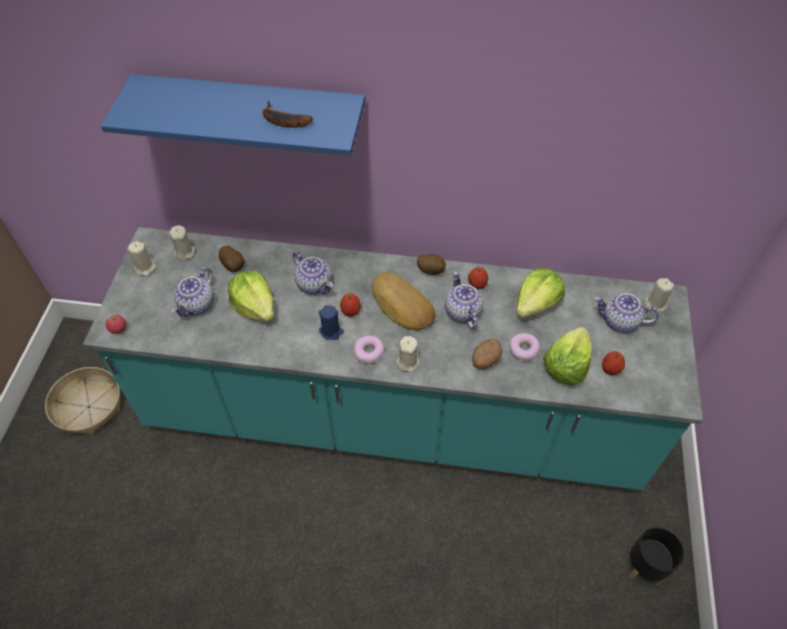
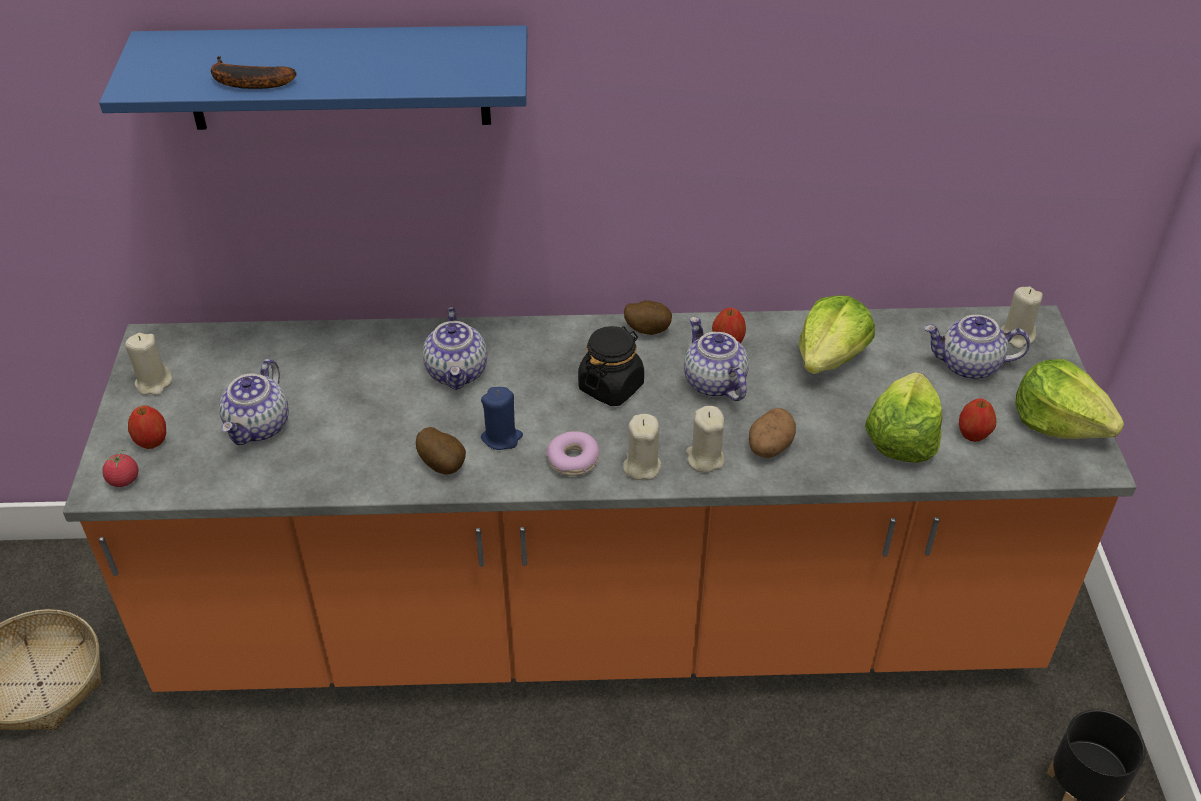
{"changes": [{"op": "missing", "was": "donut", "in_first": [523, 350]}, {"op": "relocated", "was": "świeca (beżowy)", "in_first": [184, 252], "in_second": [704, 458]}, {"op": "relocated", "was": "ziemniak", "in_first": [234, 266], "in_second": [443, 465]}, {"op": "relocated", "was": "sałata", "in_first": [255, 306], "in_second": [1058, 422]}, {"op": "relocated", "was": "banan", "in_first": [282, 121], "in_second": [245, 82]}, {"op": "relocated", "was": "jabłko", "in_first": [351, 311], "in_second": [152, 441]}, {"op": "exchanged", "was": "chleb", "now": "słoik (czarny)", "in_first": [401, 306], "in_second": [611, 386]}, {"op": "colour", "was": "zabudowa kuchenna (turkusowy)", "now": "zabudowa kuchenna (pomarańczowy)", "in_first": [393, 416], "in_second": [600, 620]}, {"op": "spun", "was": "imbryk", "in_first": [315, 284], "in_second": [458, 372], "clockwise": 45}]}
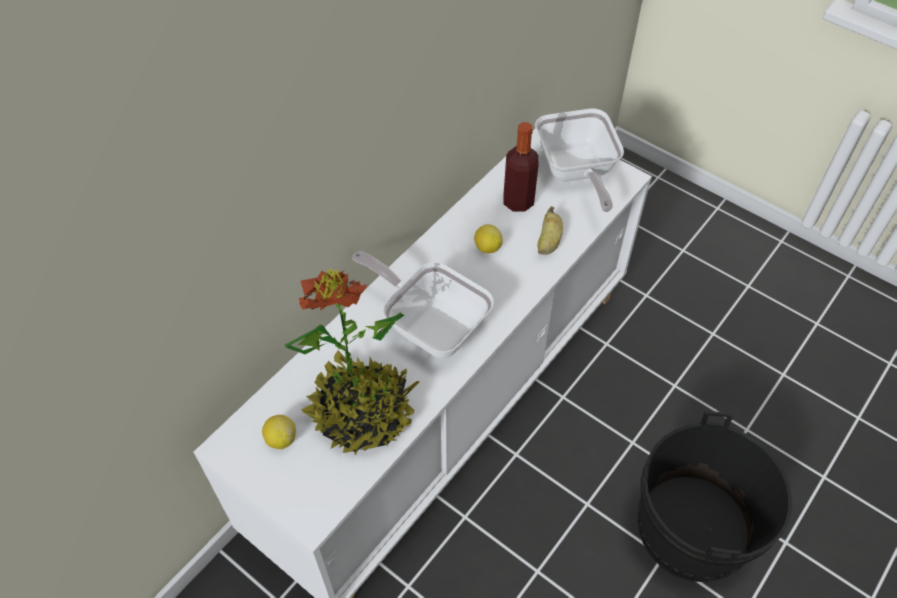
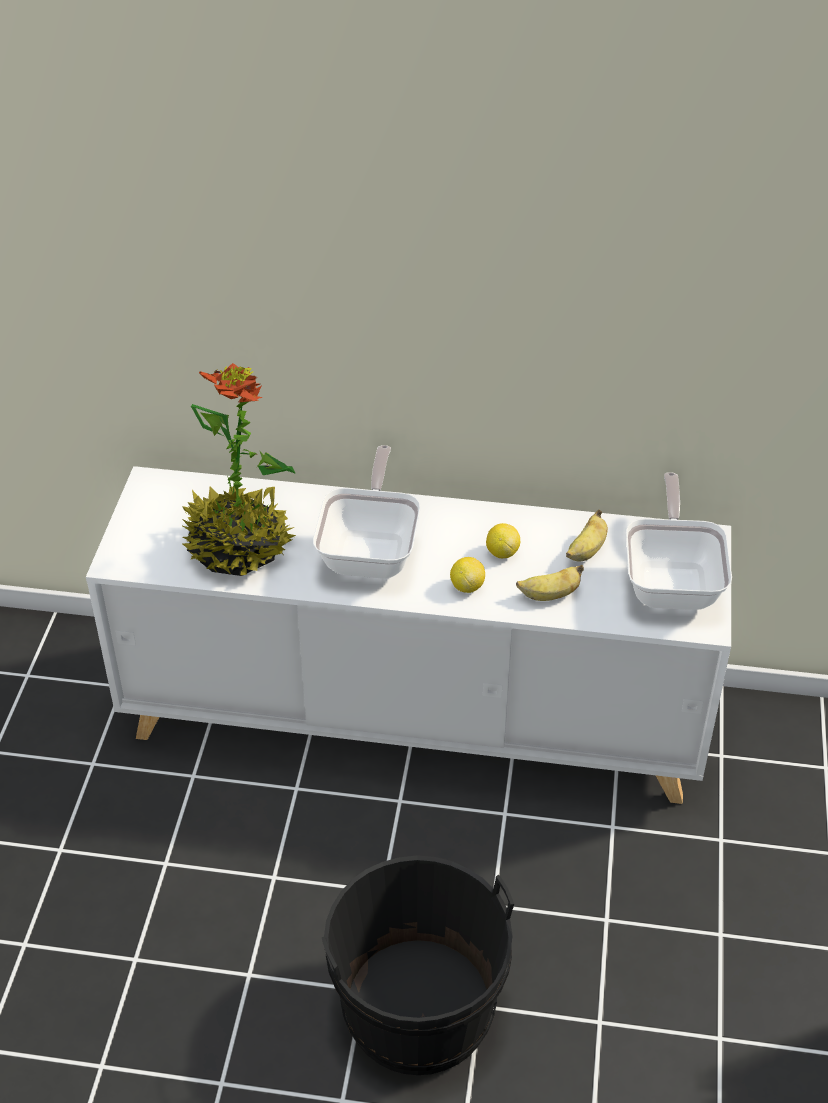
{"changes": [{"op": "relocated", "was": "cytryna", "in_first": [281, 439], "in_second": [467, 586]}, {"op": "exchanged", "was": "butelka", "now": "banan", "in_first": [518, 202], "in_second": [586, 551]}, {"op": "spun", "was": "patelnia", "in_first": [576, 173], "in_second": [672, 581], "clockwise": 135}]}
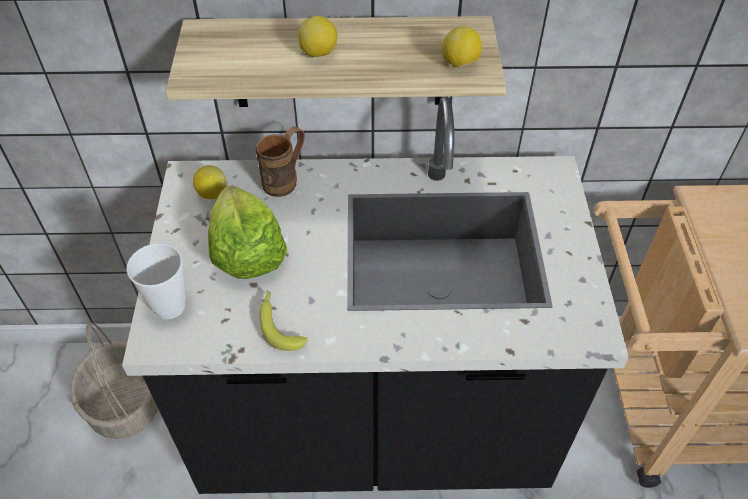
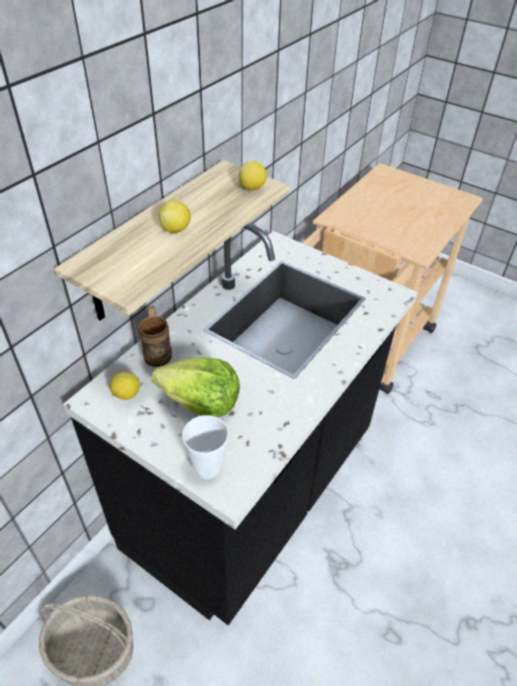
{"changes": [{"op": "missing", "was": "banan", "in_first": [279, 323]}]}
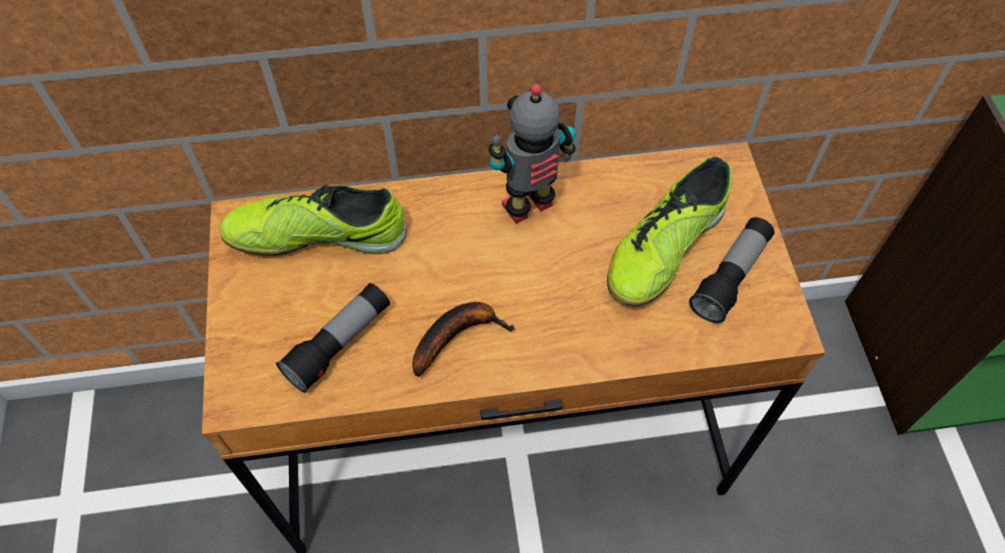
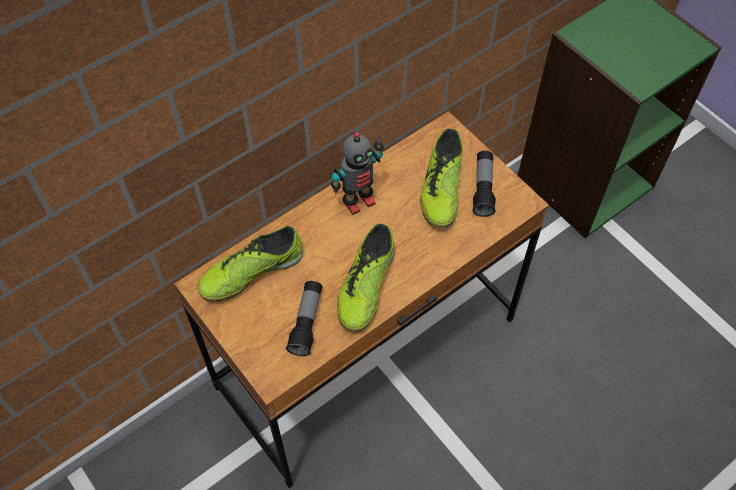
{"changes": [{"op": "exchanged", "was": "banan", "now": "but", "in_first": [457, 335], "in_second": [365, 286]}, {"op": "spun", "was": "robot zabawkowy", "in_first": [529, 208], "in_second": [358, 201], "clockwise": -150}]}
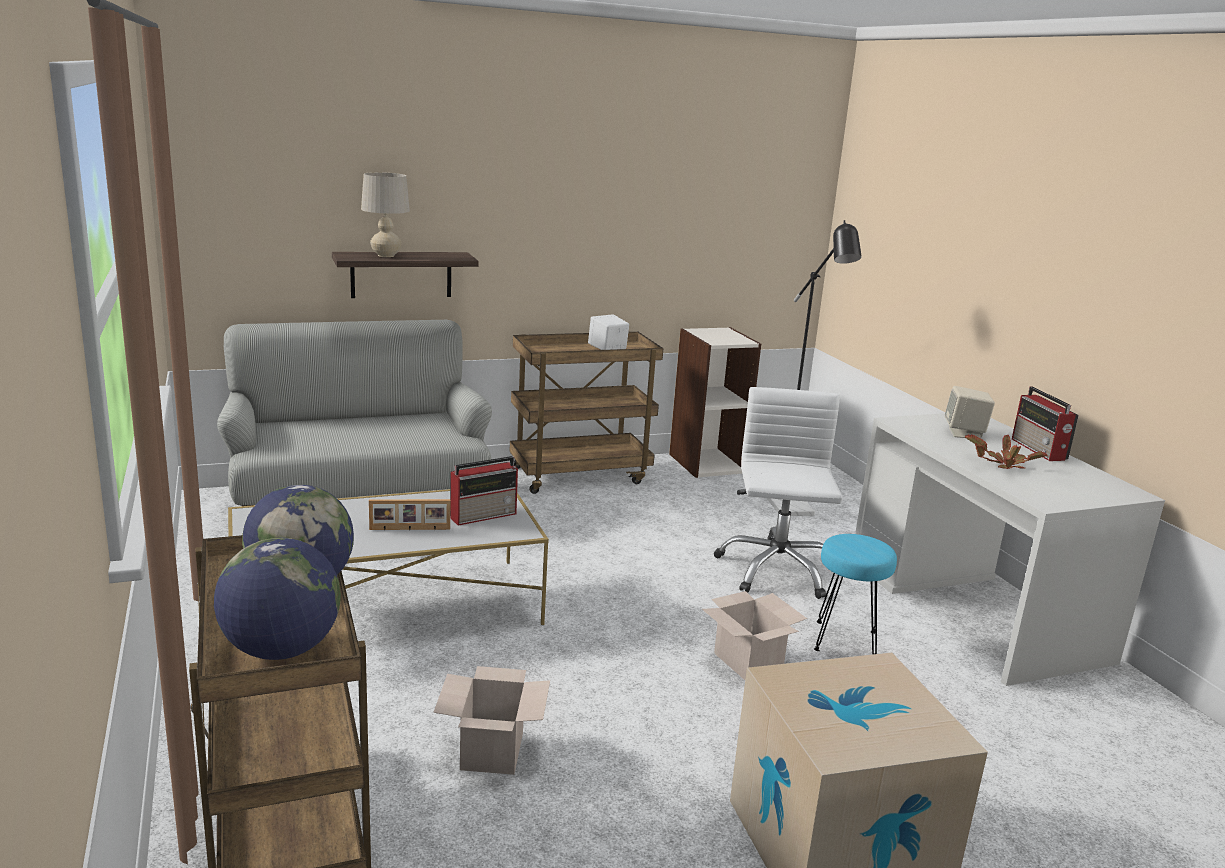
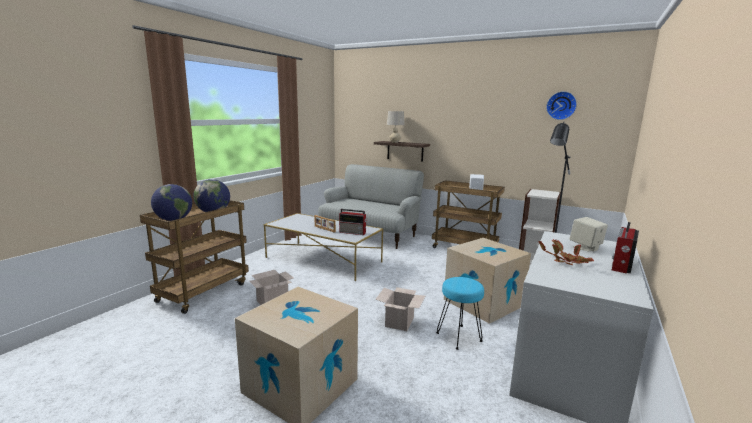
{"changes": [{"op": "appeared", "now": "zegar ścienny", "in_second": [561, 105]}, {"op": "exchanged", "was": "krzesło biurowe (biały)", "now": "karton", "in_first": [776, 570], "in_second": [483, 302]}]}
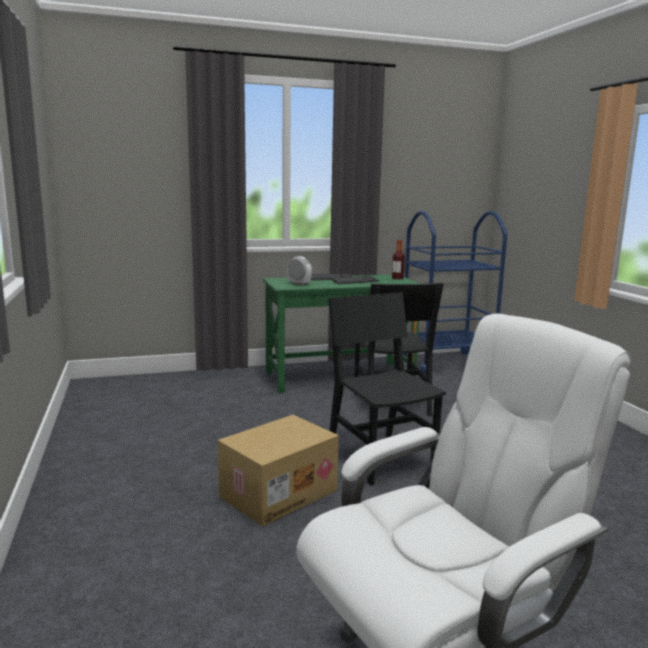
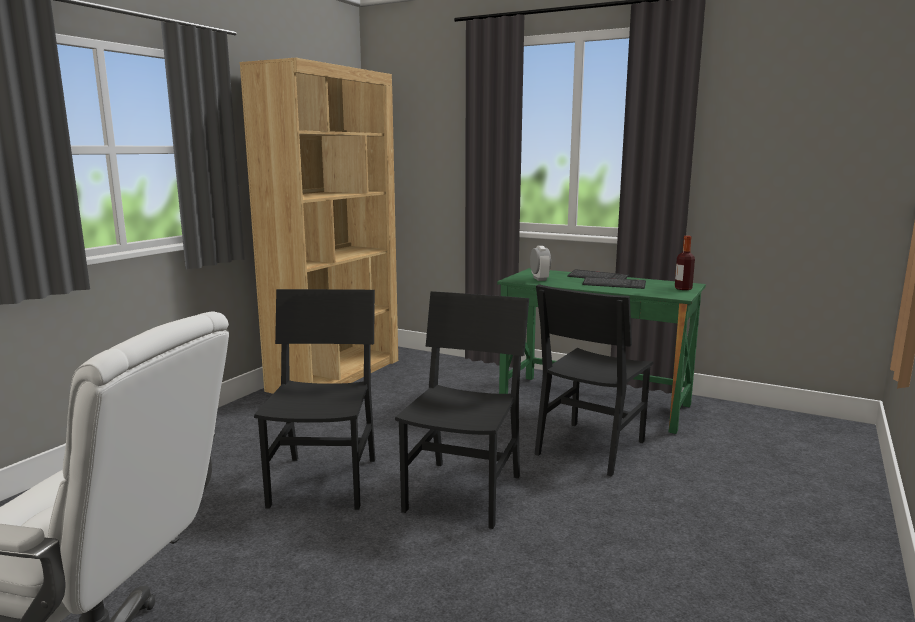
{"changes": [{"op": "missing", "was": "wózek (niebieski)", "in_first": [446, 363]}, {"op": "appeared", "now": "regał (brązowy)", "in_second": [336, 375]}, {"op": "exchanged", "was": "karton", "now": "krzesło (czarny)", "in_first": [278, 492], "in_second": [324, 482]}]}
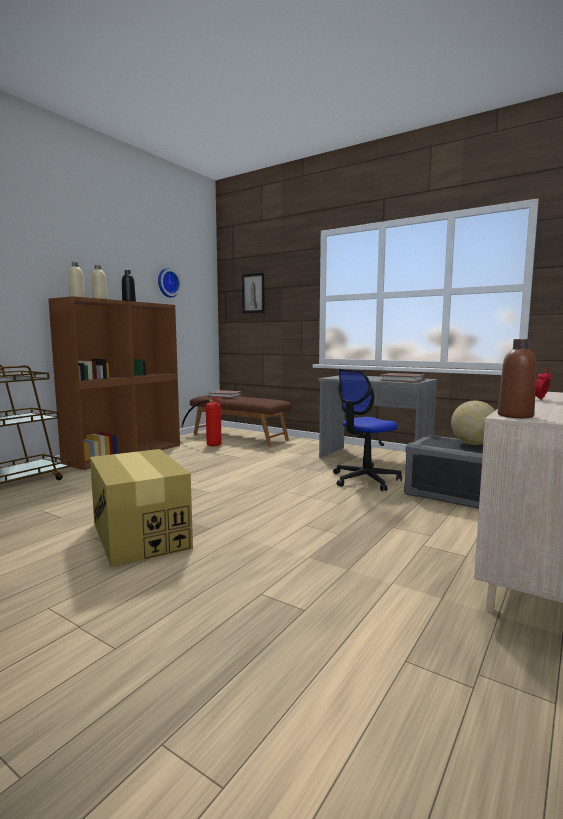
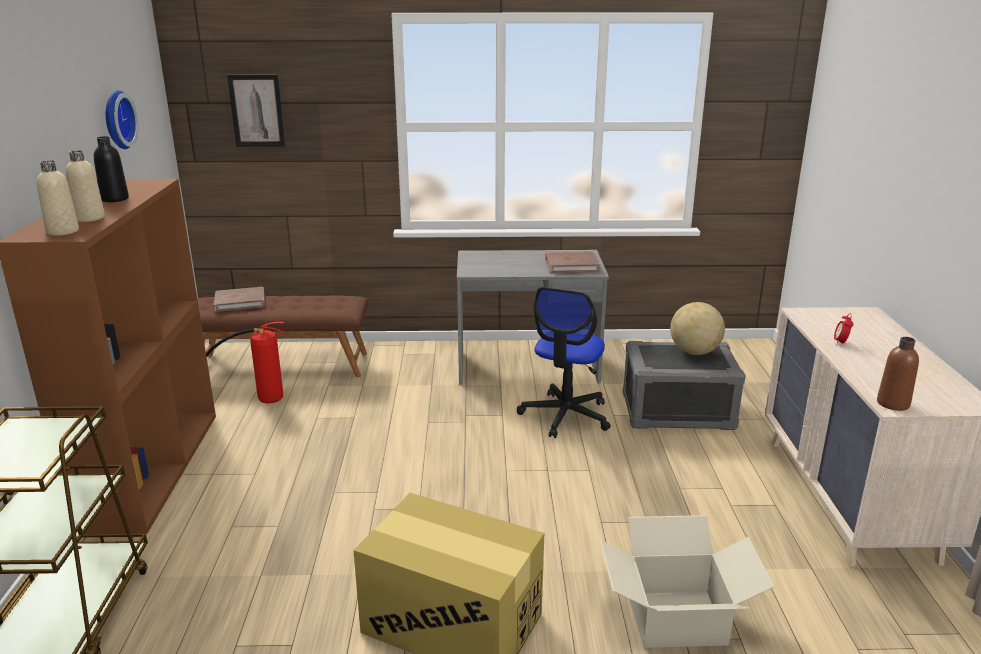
{"changes": [{"op": "appeared", "now": "karton", "in_second": [677, 619]}]}
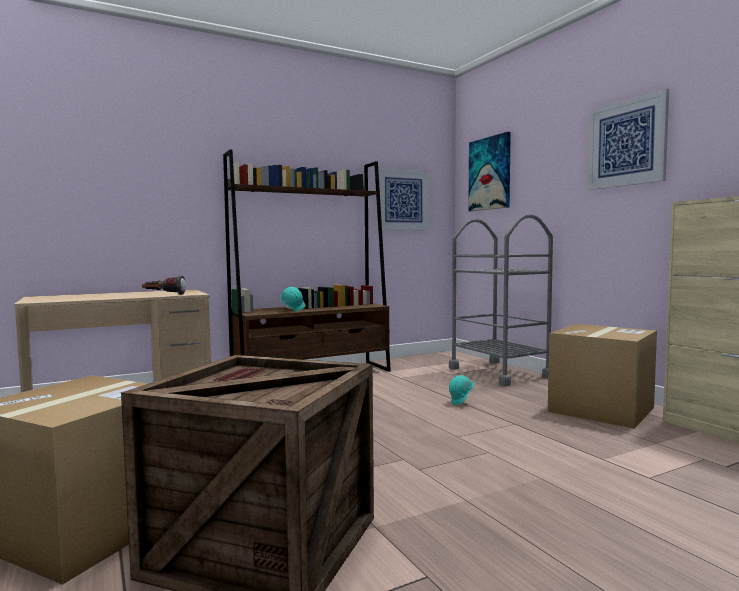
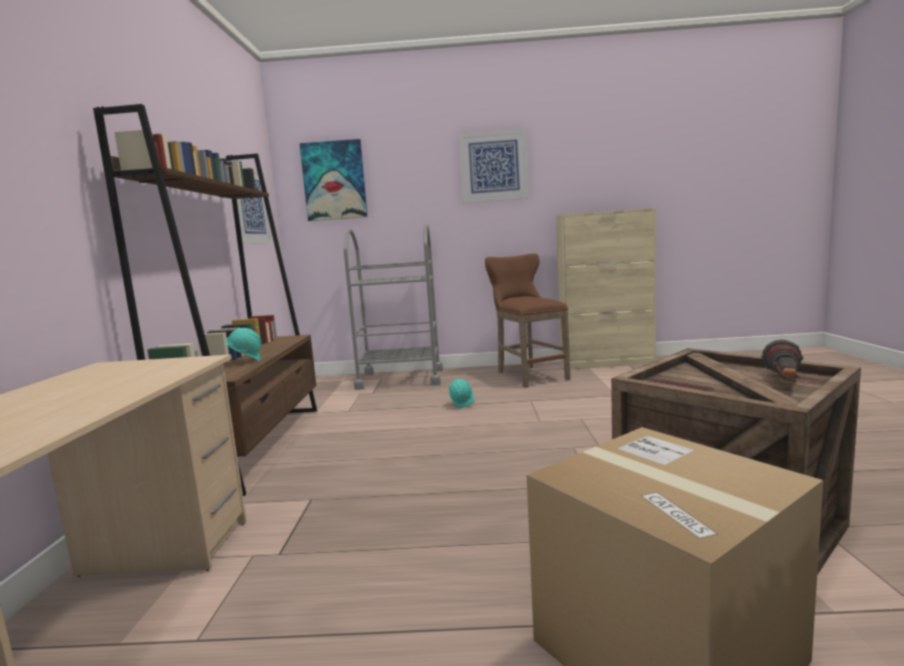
{"changes": [{"op": "relocated", "was": "latarka", "in_first": [164, 294], "in_second": [784, 382]}, {"op": "exchanged", "was": "karton", "now": "stołek (brązowy)", "in_first": [601, 409], "in_second": [528, 375]}]}
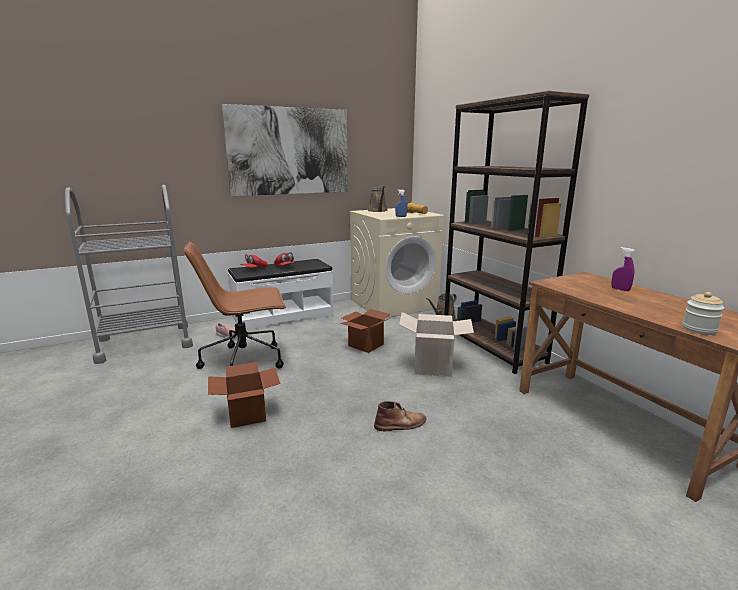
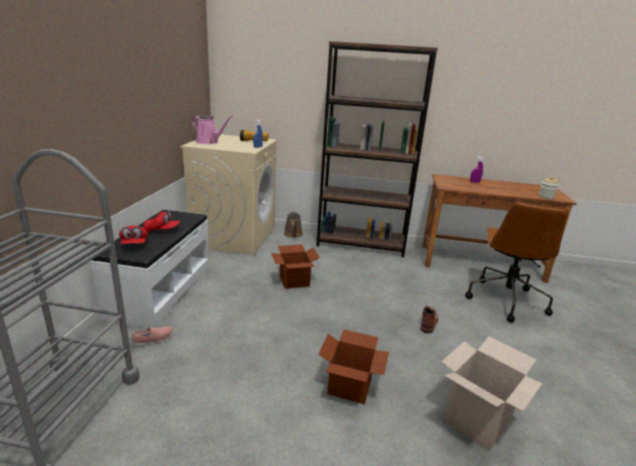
{"changes": [{"op": "missing", "was": "obraz", "in_first": [289, 151]}, {"op": "relocated", "was": "krzesło biurowe (brązowy)", "in_first": [245, 361], "in_second": [505, 300]}, {"op": "relocated", "was": "karton", "in_first": [433, 367], "in_second": [476, 421]}, {"op": "colour", "was": "konewka (brązowy)", "now": "konewka (różowy)", "in_first": [378, 211], "in_second": [209, 142]}]}
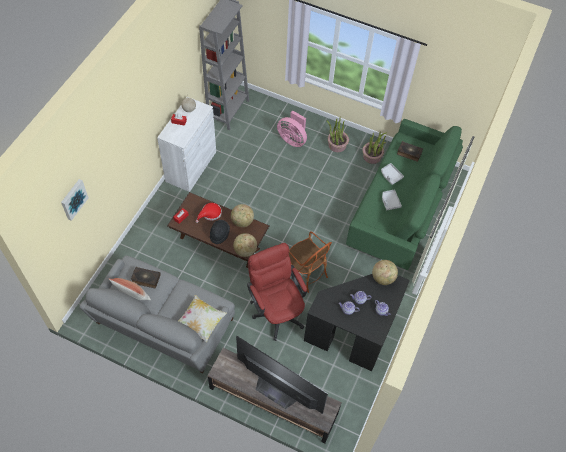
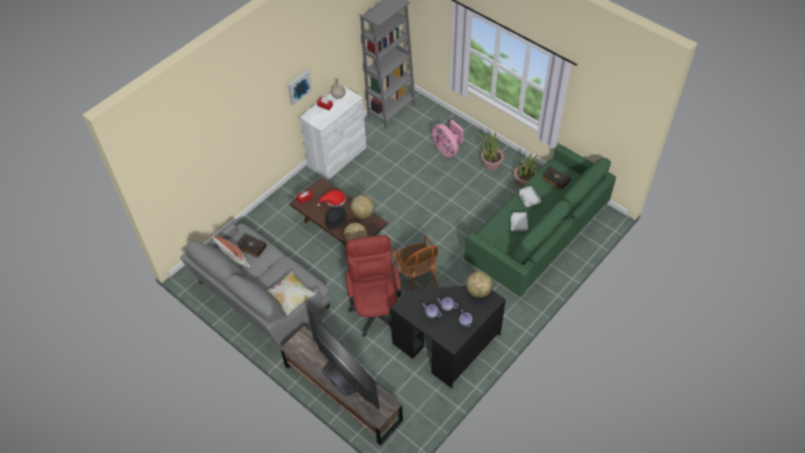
{"changes": [{"op": "relocated", "was": "obraz", "in_first": [73, 199], "in_second": [298, 86]}]}
